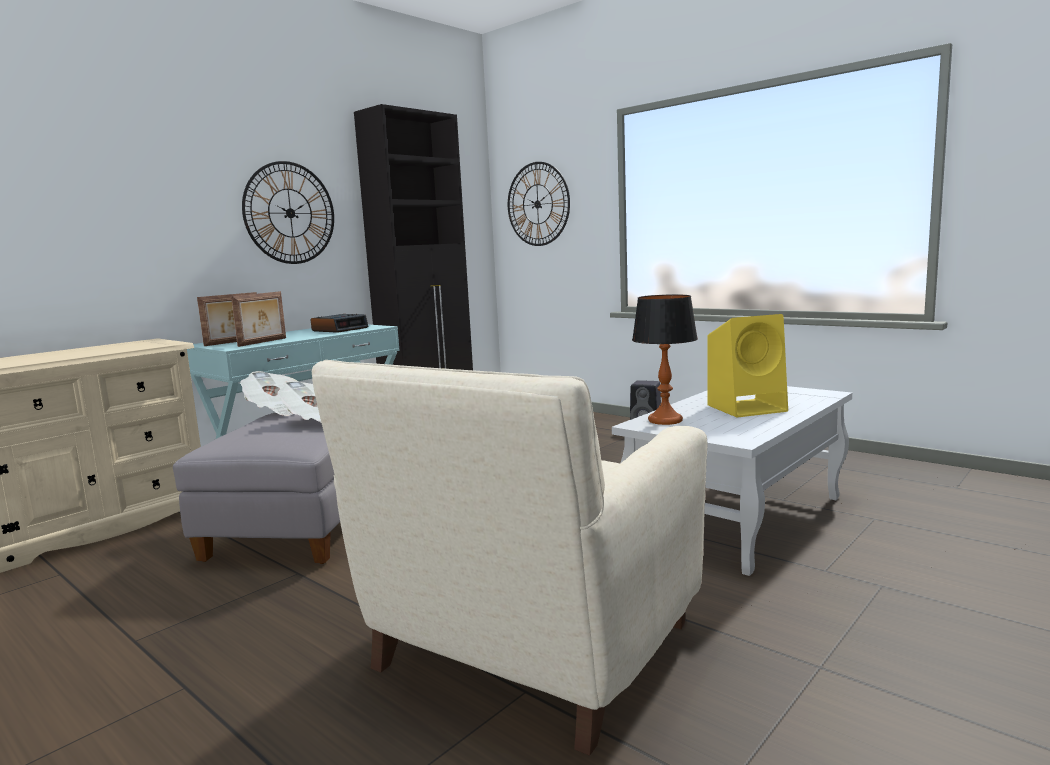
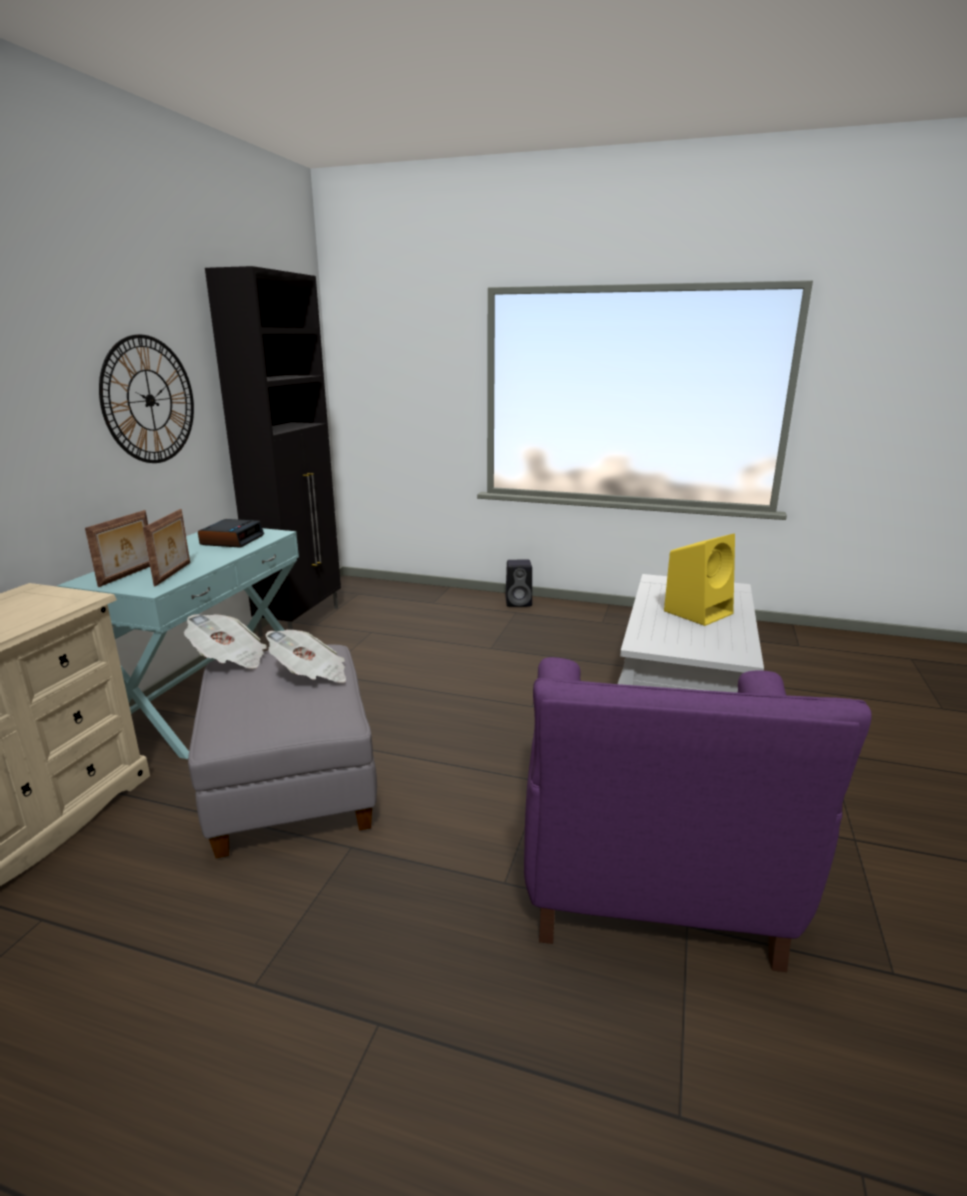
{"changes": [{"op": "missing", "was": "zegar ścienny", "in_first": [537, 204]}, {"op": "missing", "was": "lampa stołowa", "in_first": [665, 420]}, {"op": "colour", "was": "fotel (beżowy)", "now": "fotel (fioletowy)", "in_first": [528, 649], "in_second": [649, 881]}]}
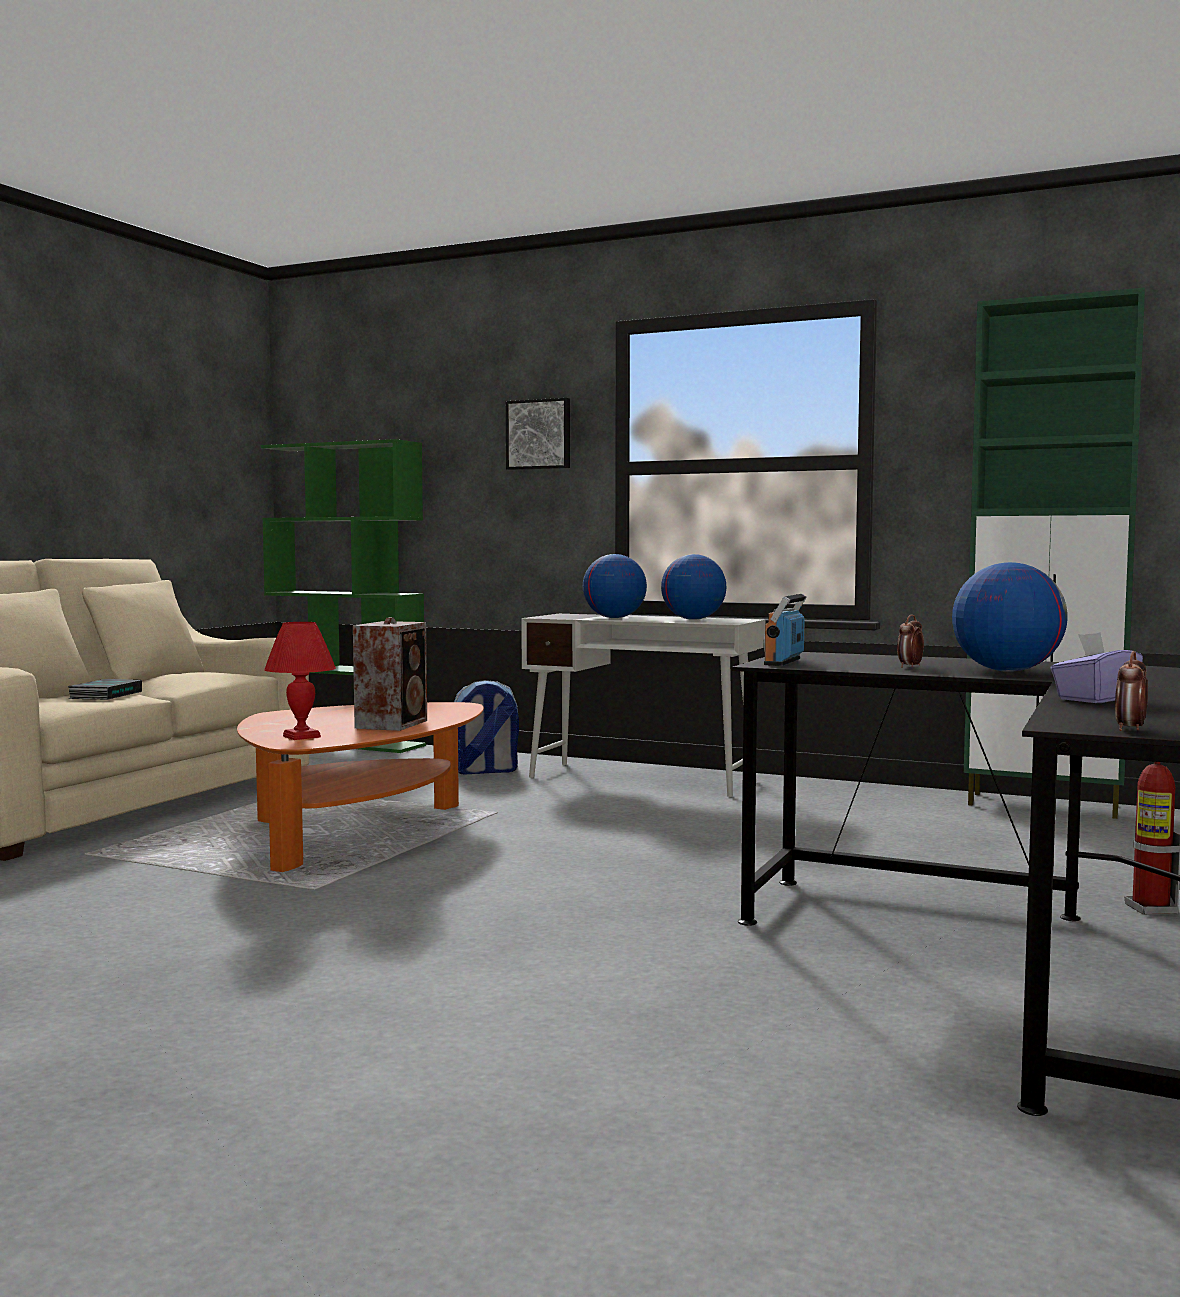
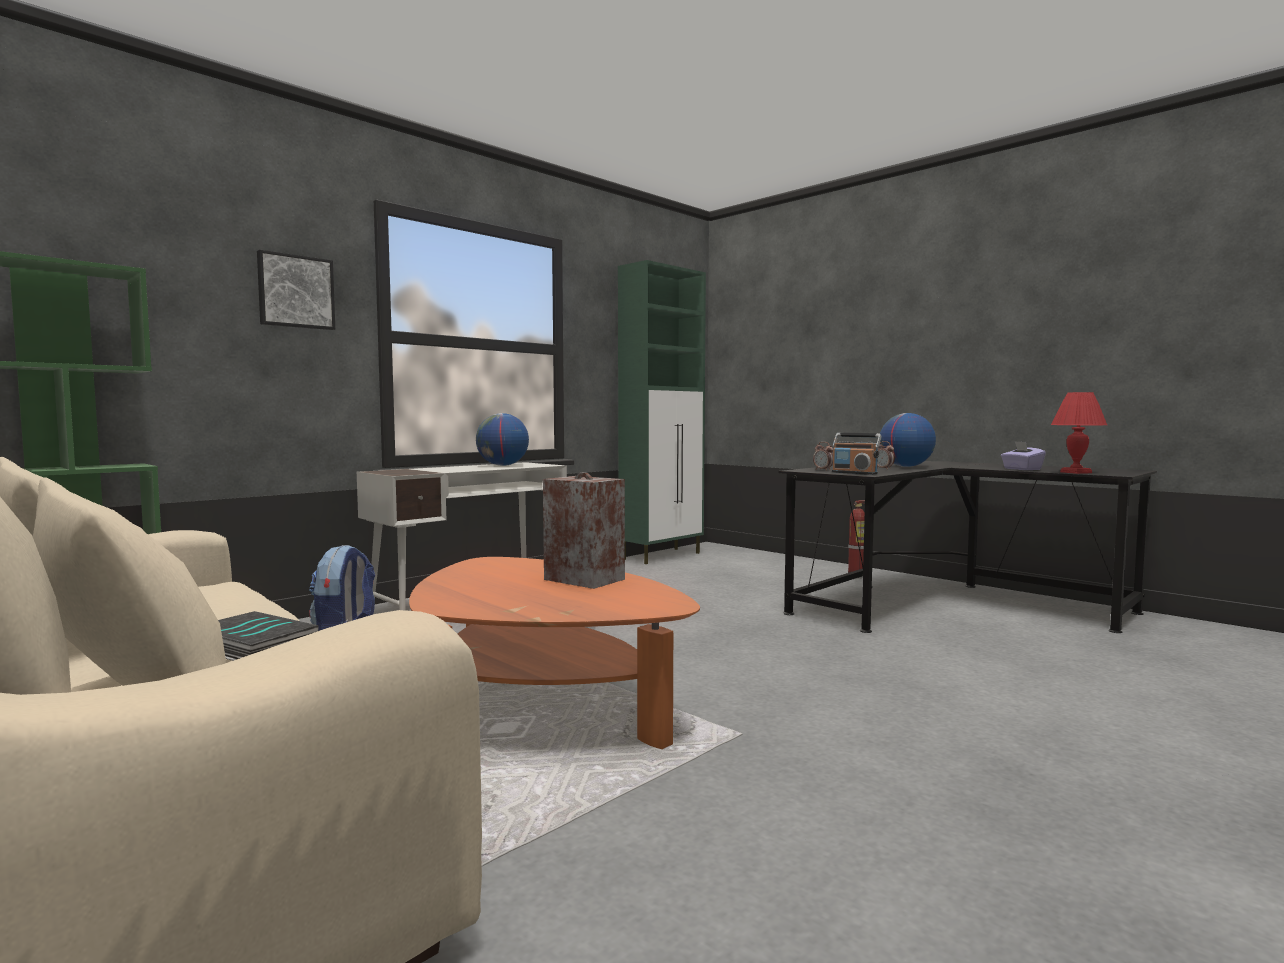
{"changes": [{"op": "missing", "was": "globus", "in_first": [614, 618]}, {"op": "relocated", "was": "lampa stołowa (czerwony)", "in_first": [302, 736], "in_second": [1075, 472]}, {"op": "relocated", "was": "budzik", "in_first": [1130, 729], "in_second": [823, 470]}]}
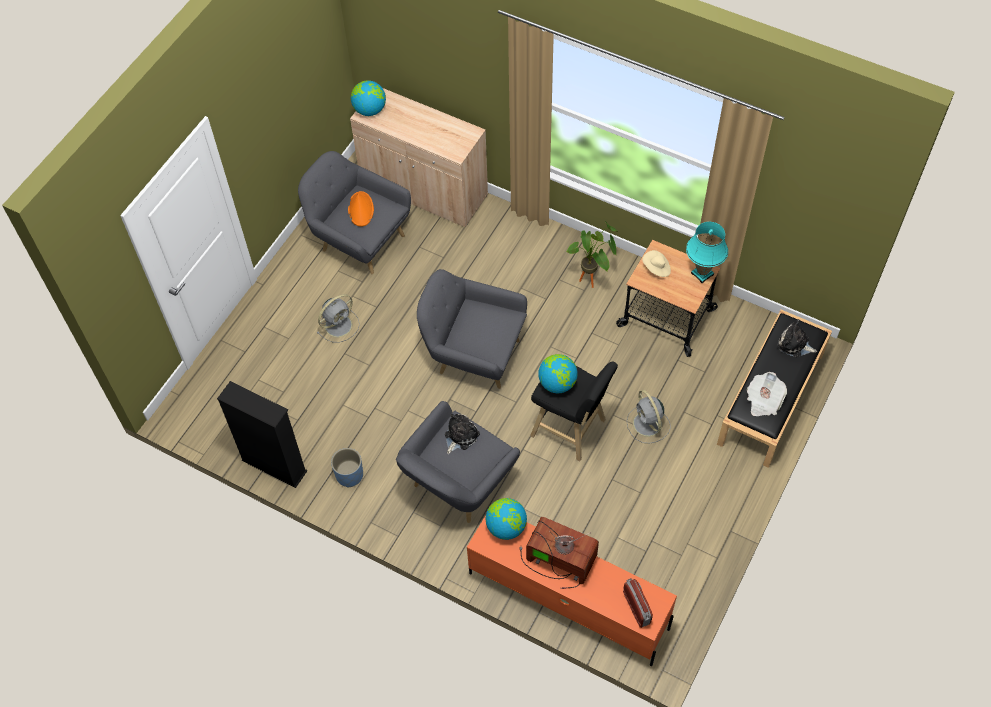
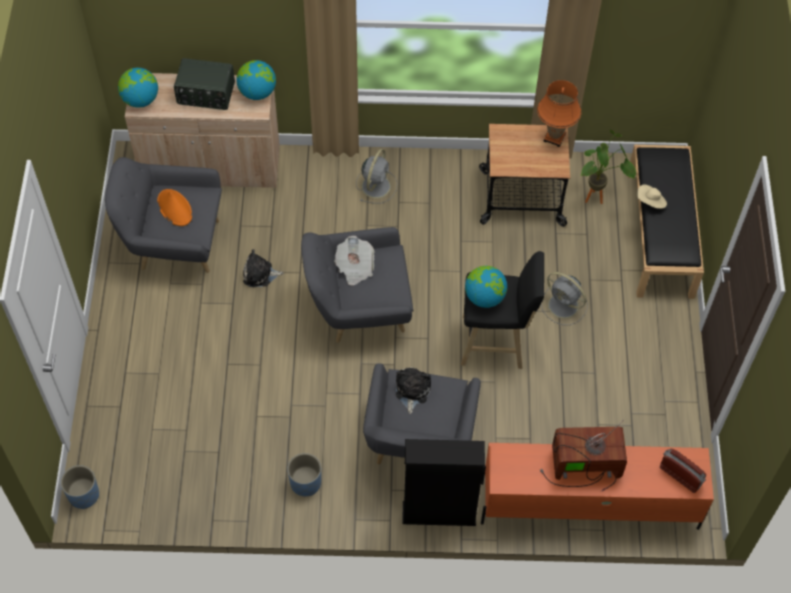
{"changes": [{"op": "appeared", "now": "donica (niebieski)", "in_second": [83, 495]}, {"op": "appeared", "now": "radio", "in_second": [205, 94]}, {"op": "relocated", "was": "regał (czarny)", "in_first": [274, 466], "in_second": [439, 514]}, {"op": "relocated", "was": "wentylator (szary)", "in_first": [339, 324], "in_second": [376, 185]}, {"op": "relocated", "was": "globus", "in_first": [506, 527], "in_second": [257, 92]}, {"op": "relocated", "was": "roślina doniczkowa", "in_first": [592, 282], "in_second": [598, 198]}, {"op": "relocated", "was": "kapelusz (beżowy)", "in_first": [656, 268], "in_second": [650, 202]}, {"op": "relocated", "was": "gazeta", "in_first": [763, 401], "in_second": [355, 267]}, {"op": "relocated", "was": "pluszak", "in_first": [794, 344], "in_second": [260, 274]}, {"op": "colour", "was": "lampa stołowa (turkusowy)", "now": "lampa stołowa (pomarańczowy)", "in_first": [702, 273], "in_second": [554, 137]}]}
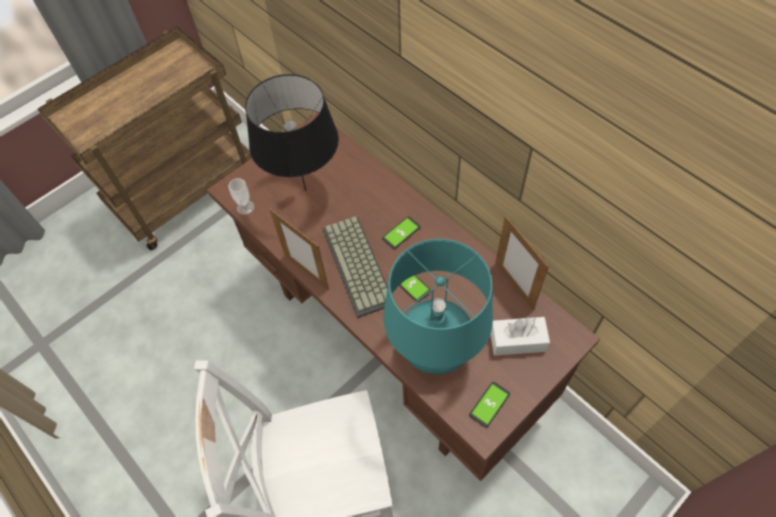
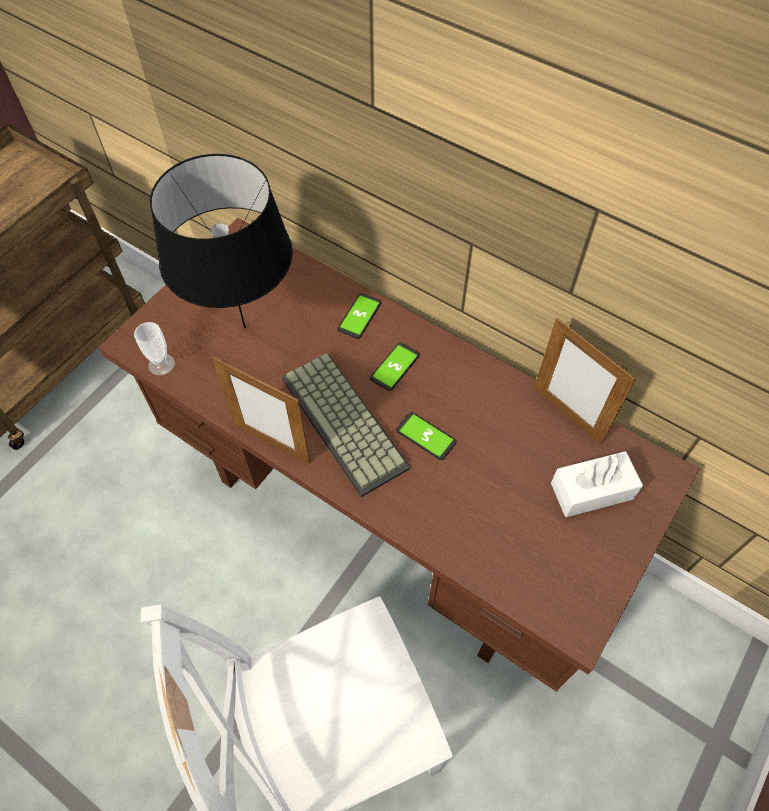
{"changes": [{"op": "missing", "was": "lampa stołowa (turkusowy)", "in_first": [435, 351]}, {"op": "relocated", "was": "telefon", "in_first": [489, 404], "in_second": [359, 316]}]}
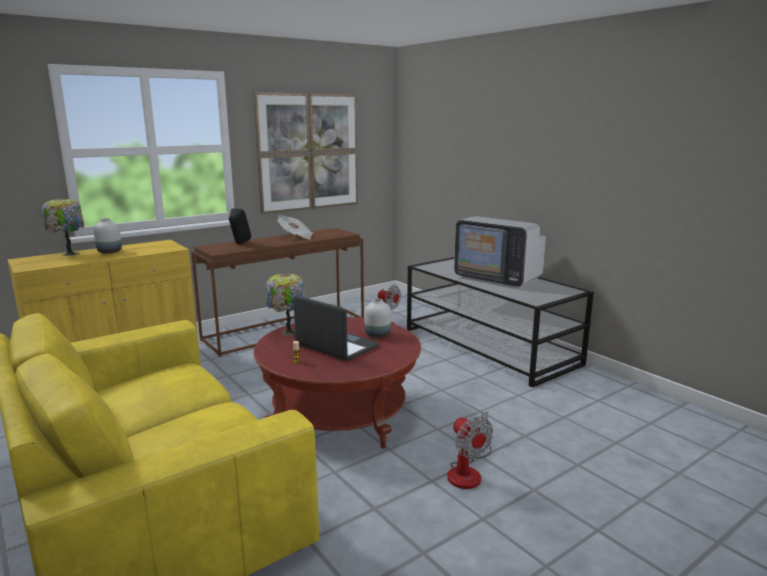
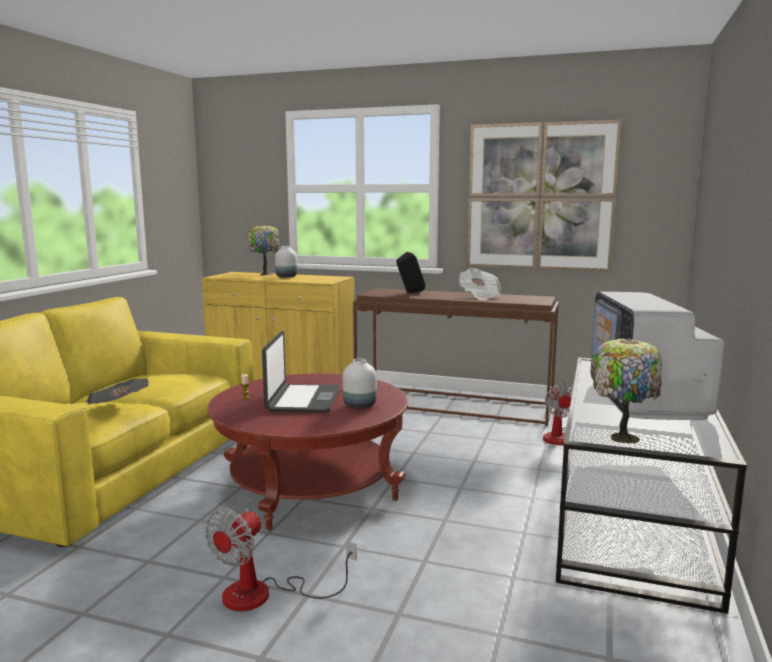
{"changes": [{"op": "appeared", "now": "gazeta", "in_second": [119, 408]}, {"op": "relocated", "was": "lampa stołowa", "in_first": [288, 332], "in_second": [622, 437]}]}
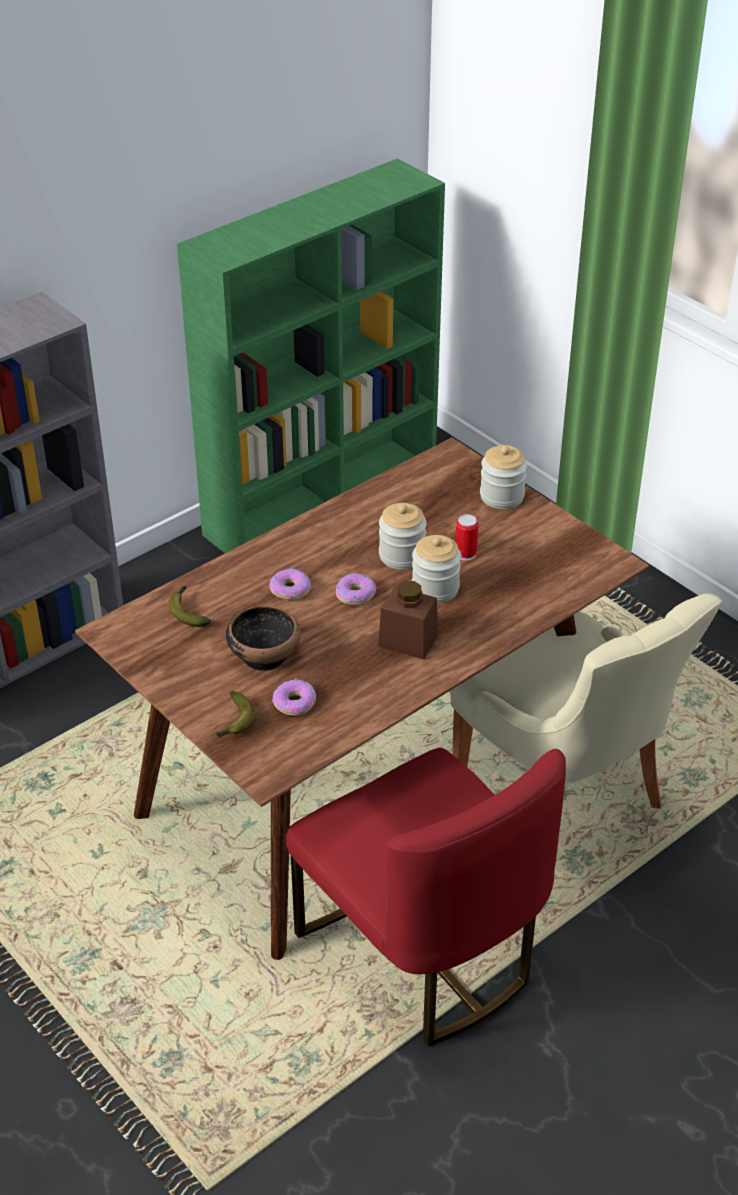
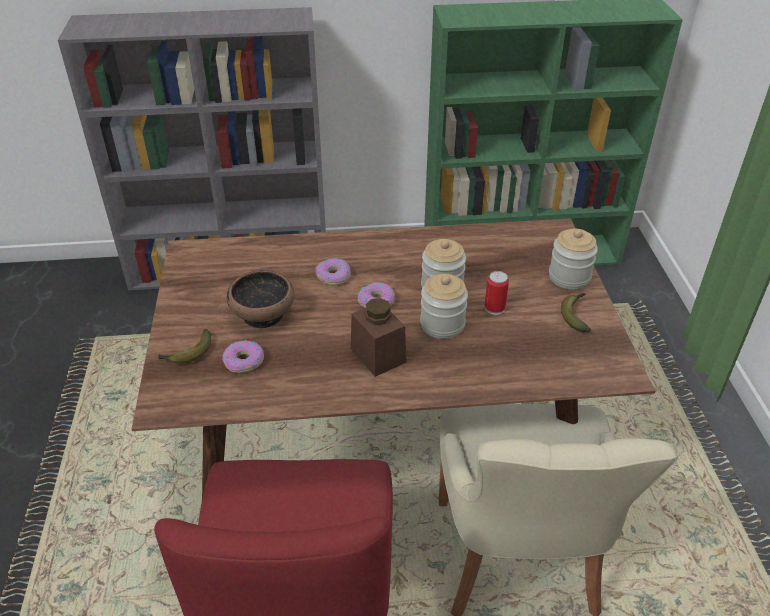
{"changes": [{"op": "relocated", "was": "banan", "in_first": [187, 611], "in_second": [576, 315]}]}
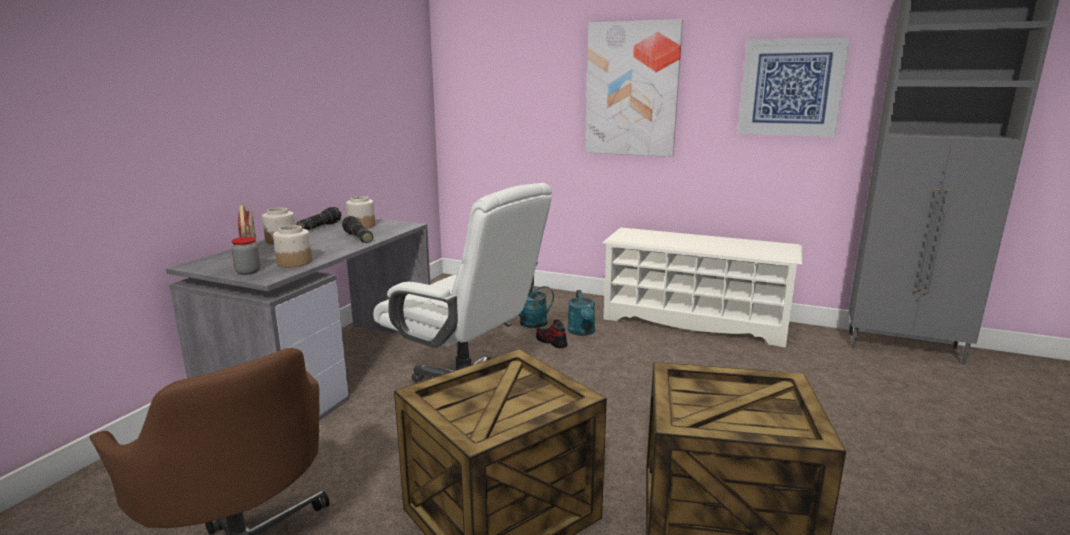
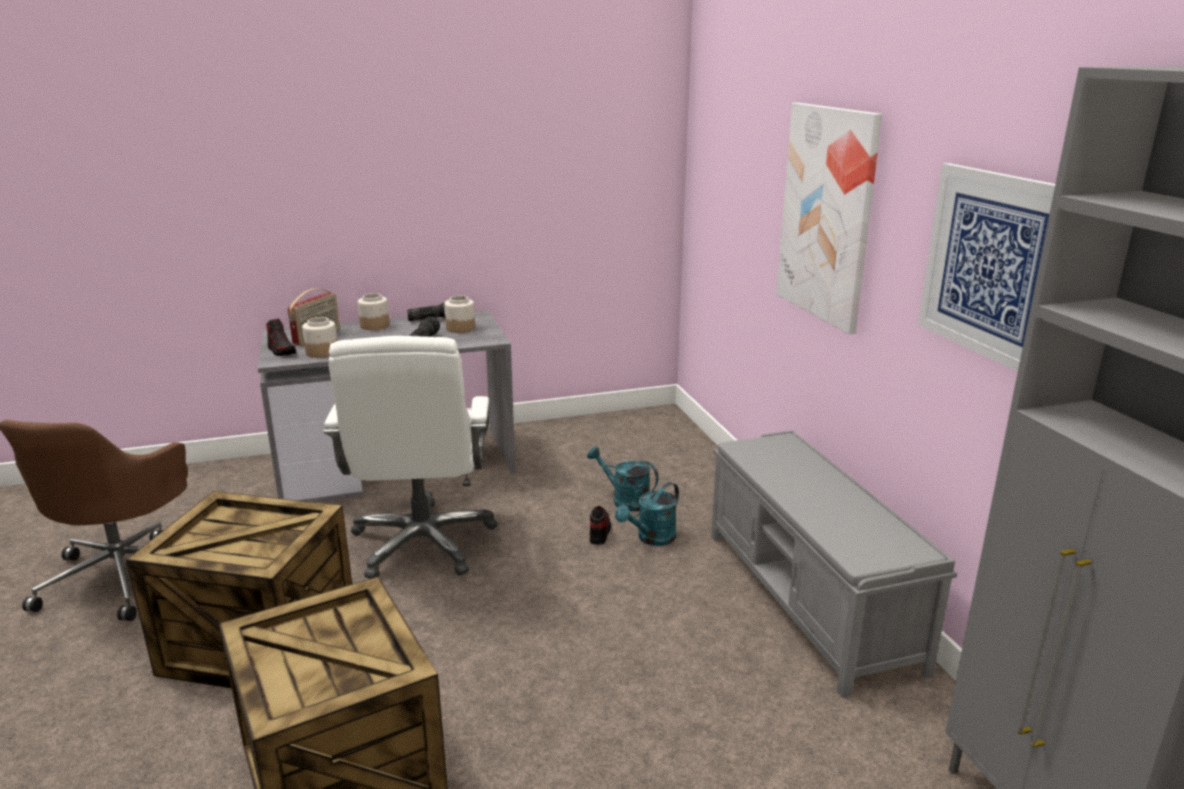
{"changes": [{"op": "exchanged", "was": "słoik", "now": "but", "in_first": [248, 272], "in_second": [281, 351]}, {"op": "exchanged", "was": "regał na buty (biały)", "now": "ławka (szary)", "in_first": [694, 321], "in_second": [809, 599]}]}
